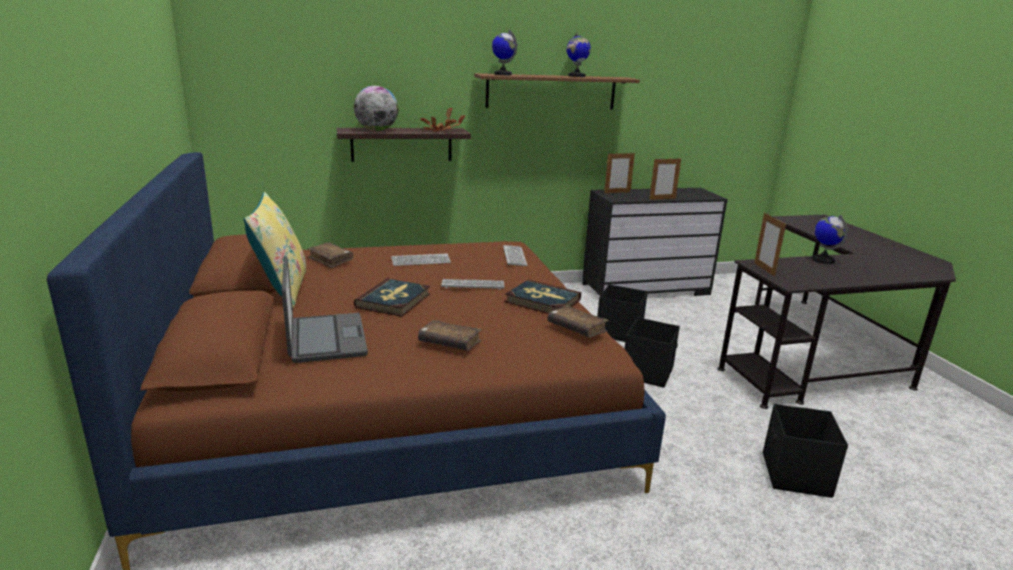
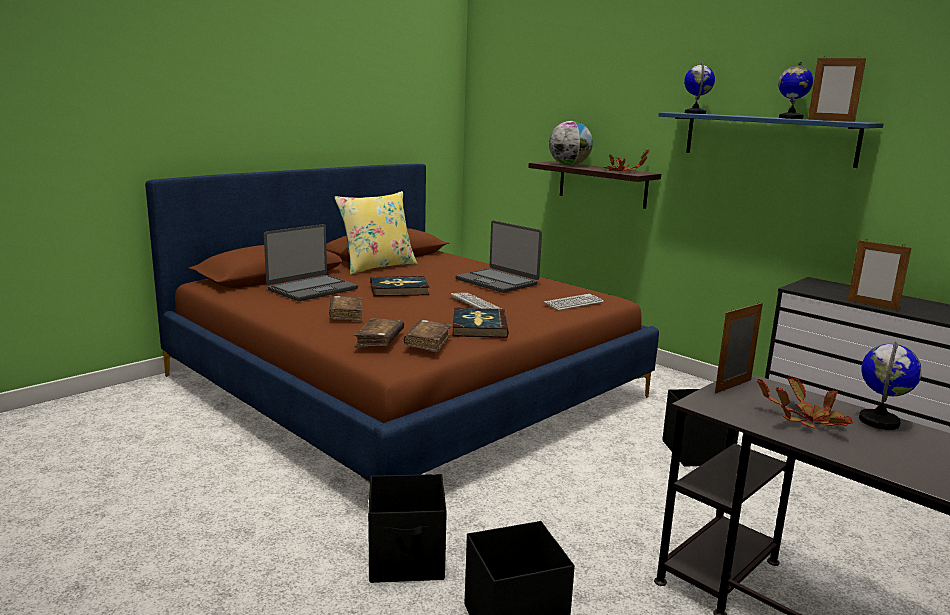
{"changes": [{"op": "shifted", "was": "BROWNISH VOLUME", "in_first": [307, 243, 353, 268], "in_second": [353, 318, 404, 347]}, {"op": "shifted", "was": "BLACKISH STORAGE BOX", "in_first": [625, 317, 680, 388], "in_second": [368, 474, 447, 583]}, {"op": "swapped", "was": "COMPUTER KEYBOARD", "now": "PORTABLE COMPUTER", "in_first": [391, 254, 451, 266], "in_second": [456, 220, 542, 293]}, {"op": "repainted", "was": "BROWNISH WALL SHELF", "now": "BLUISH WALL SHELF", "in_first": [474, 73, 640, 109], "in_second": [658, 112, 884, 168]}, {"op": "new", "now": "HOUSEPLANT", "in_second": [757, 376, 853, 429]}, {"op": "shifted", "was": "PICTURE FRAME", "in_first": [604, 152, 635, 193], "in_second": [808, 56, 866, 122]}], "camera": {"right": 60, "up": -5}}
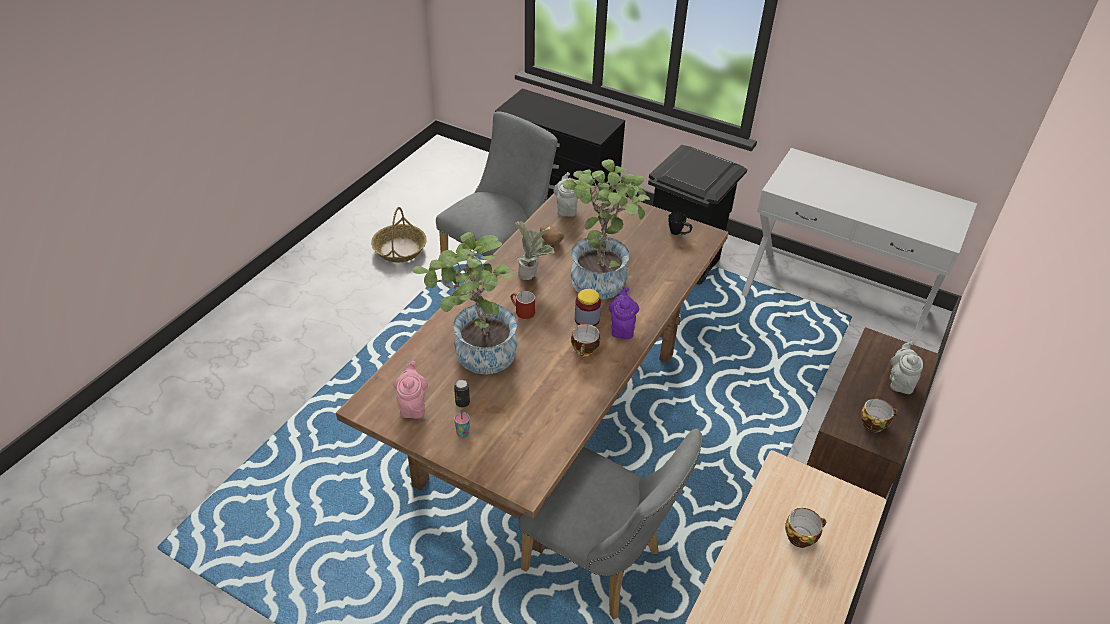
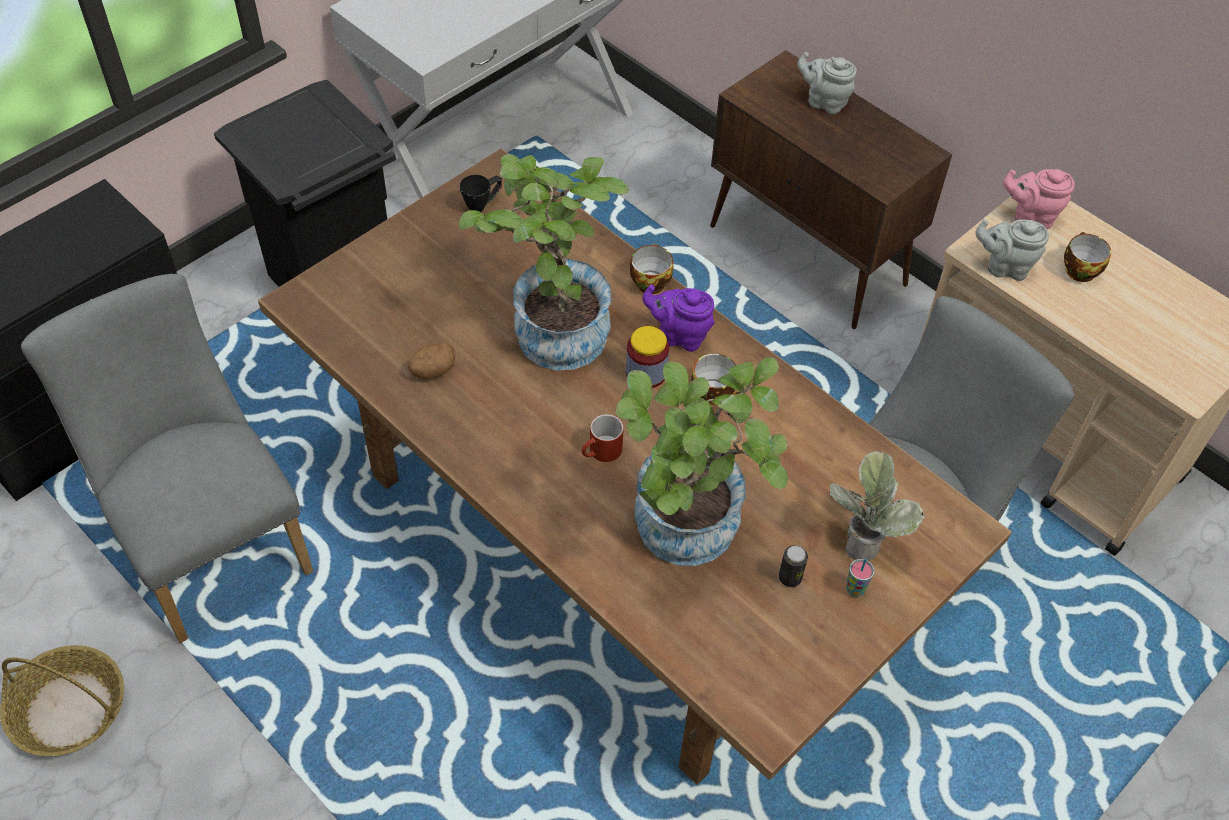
{"changes": [{"op": "shifted", "was": "CUP", "in_first": [861, 398, 898, 432], "in_second": [630, 244, 674, 294]}, {"op": "shifted", "was": "HOUSEPLANT", "in_first": [515, 221, 555, 280], "in_second": [829, 451, 925, 561]}, {"op": "shifted", "was": "GREYISH TEAPOT", "in_first": [553, 172, 578, 217], "in_second": [975, 219, 1049, 281]}, {"op": "shifted", "was": "PINKISH TEAPOT", "in_first": [394, 361, 428, 419], "in_second": [1003, 169, 1075, 229]}], "camera": {"right": -75, "up": 10}}
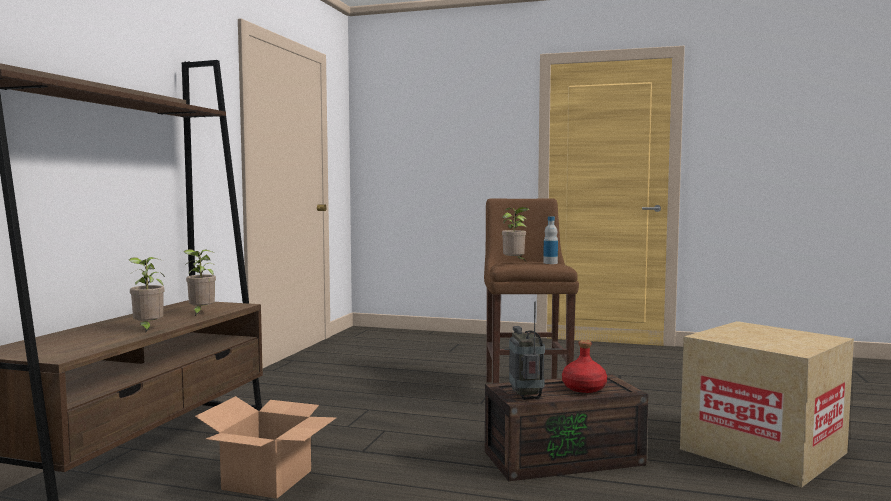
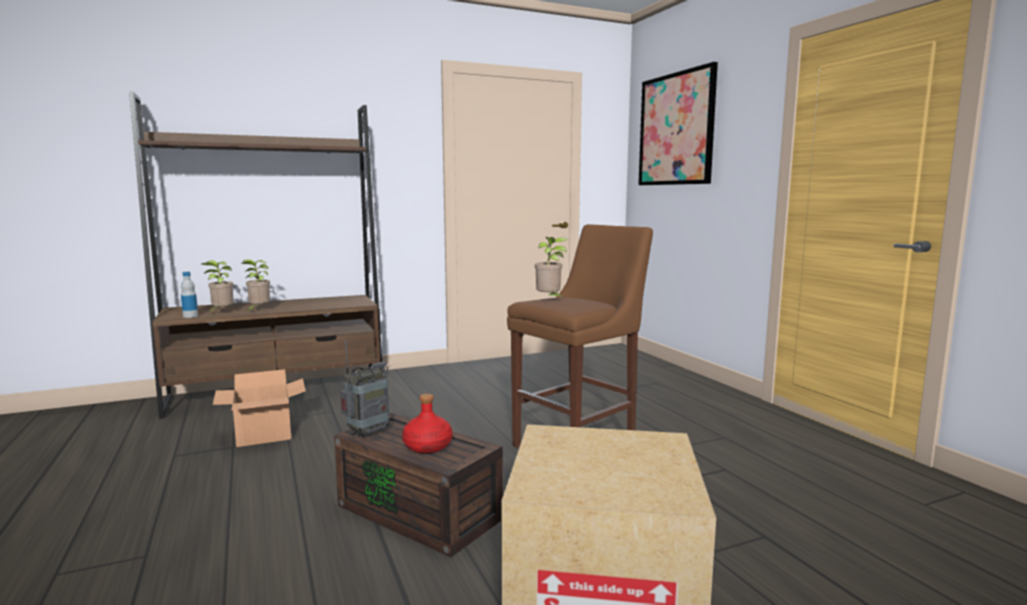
{"changes": [{"op": "shifted", "was": "DRINK BOTTLE", "in_first": [543, 216, 558, 264], "in_second": [181, 272, 198, 318]}, {"op": "shifted", "was": "HOUSEPLANT", "in_first": [184, 249, 216, 316], "in_second": [202, 261, 233, 312]}, {"op": "new", "now": "PICTURE", "in_second": [638, 62, 718, 185]}], "camera": {"right": 50, "up": 5}}
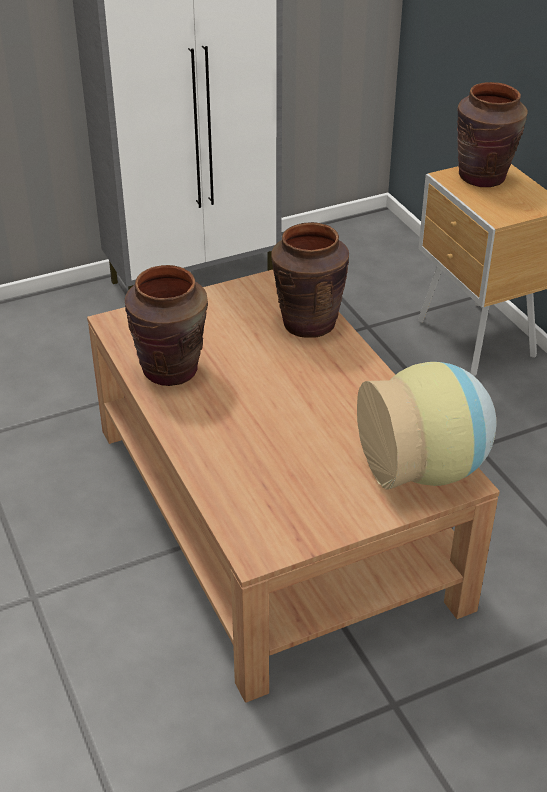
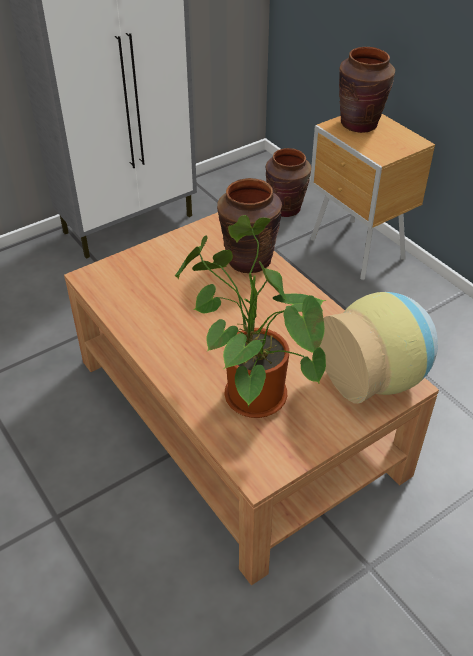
{"changes": [{"op": "new", "now": "HOUSEPLANT", "in_second": [175, 215, 326, 418]}, {"op": "shifted", "was": "BROWNISH VASE", "in_first": [125, 265, 208, 386], "in_second": [265, 148, 311, 217]}], "camera": {"right": -10, "up": 5}}
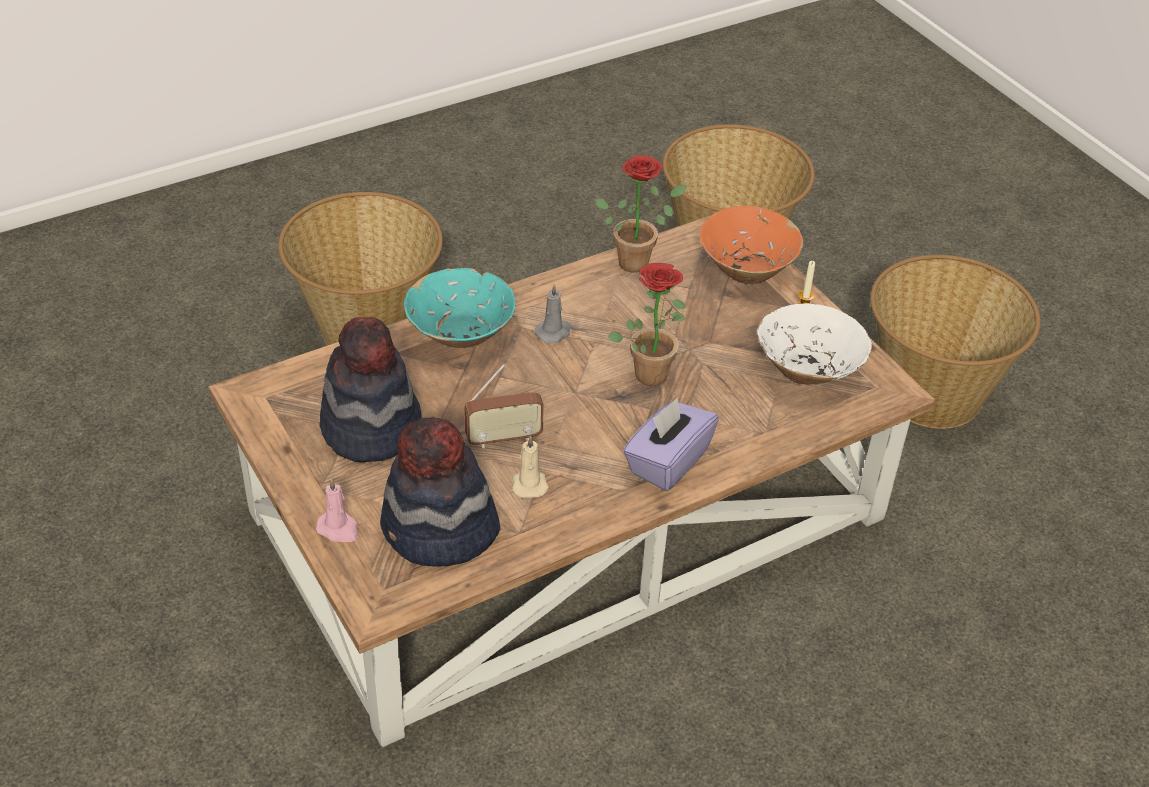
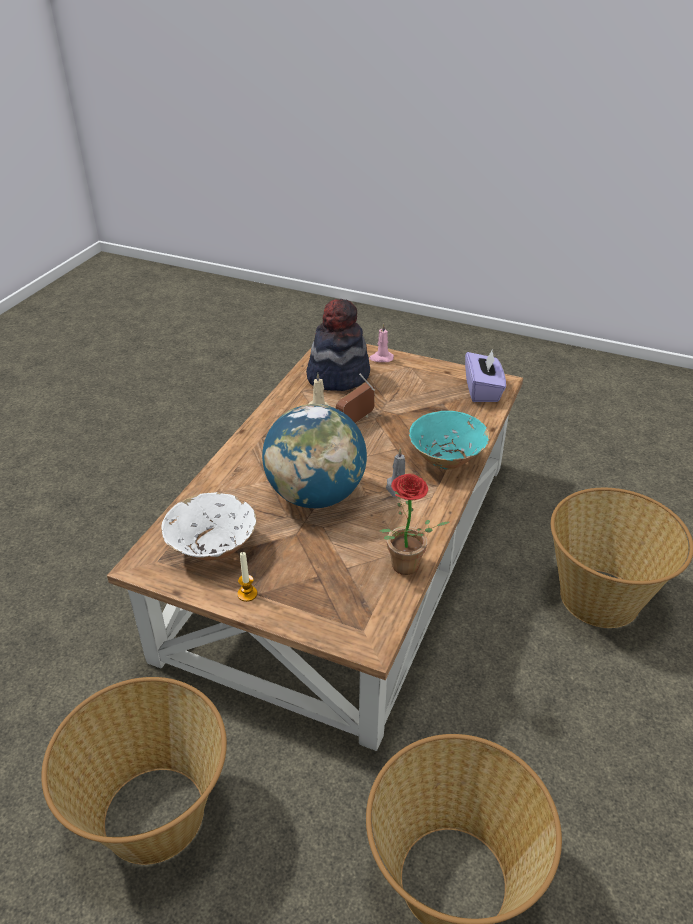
{"changes": [{"op": "swapped", "was": "HOUSEPLANT", "now": "WORLD GLOBE", "in_first": [608, 263, 686, 386], "in_second": [262, 404, 367, 508]}, {"op": "shifted", "was": "PURPLISH TISSUE BOX", "in_first": [623, 397, 719, 491], "in_second": [465, 348, 506, 402]}, {"op": "gone", "was": "HAT", "in_first": [320, 317, 422, 462]}, {"op": "gone", "was": "ORANGE SERVING BOWL", "in_first": [699, 206, 803, 284]}], "camera": {"right": 145, "up": -5}}
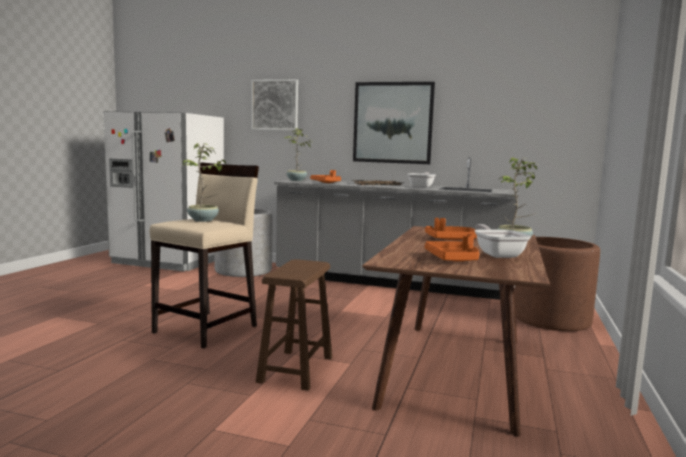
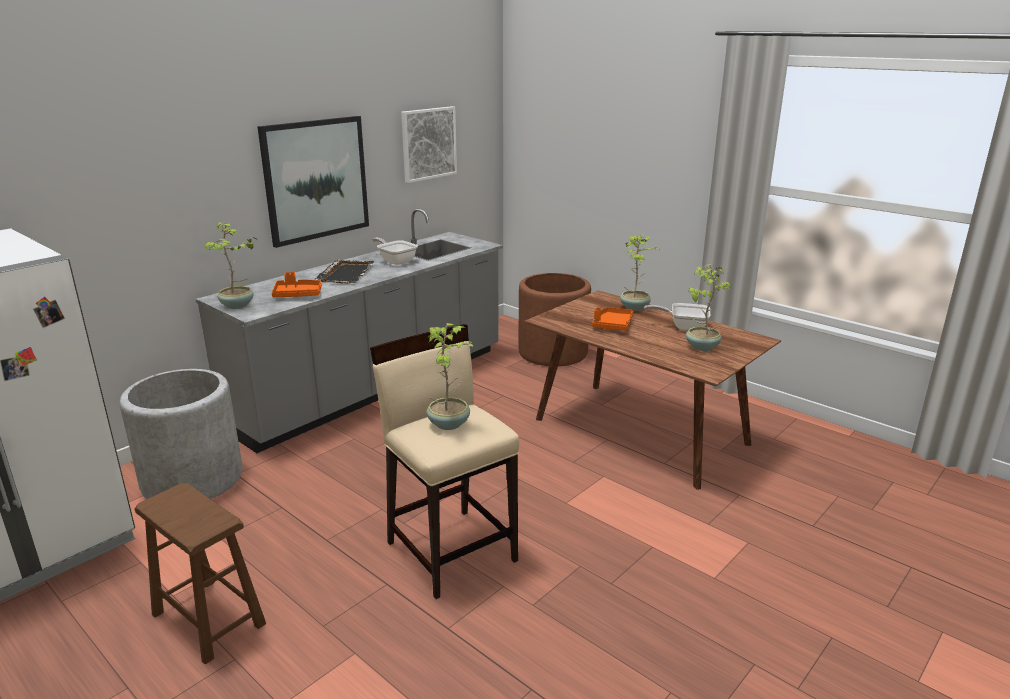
{"changes": [{"op": "shifted", "was": "BROWNISH STOOL", "in_first": [255, 259, 332, 391], "in_second": [135, 483, 266, 664]}, {"op": "shifted", "was": "PICTURE", "in_first": [251, 79, 298, 131], "in_second": [401, 106, 457, 183]}, {"op": "swapped", "was": "ORANGE TRAY", "now": "HOUSEPLANT", "in_first": [425, 233, 479, 262], "in_second": [686, 264, 731, 351]}], "camera": {"right": -65, "up": 15}}
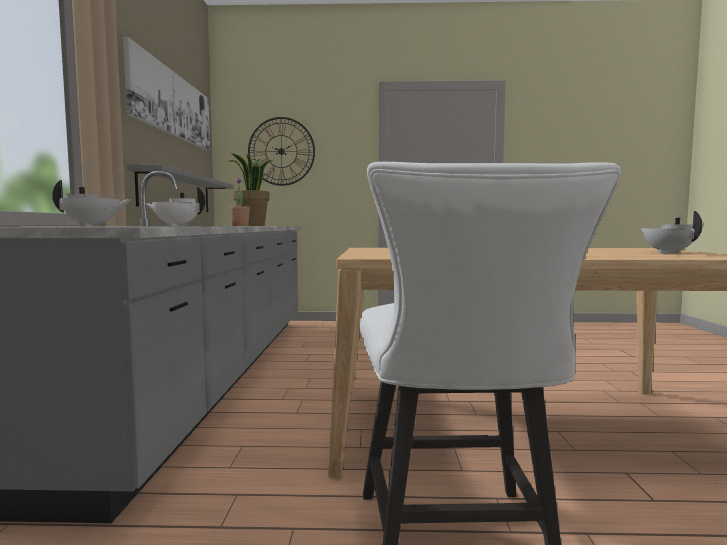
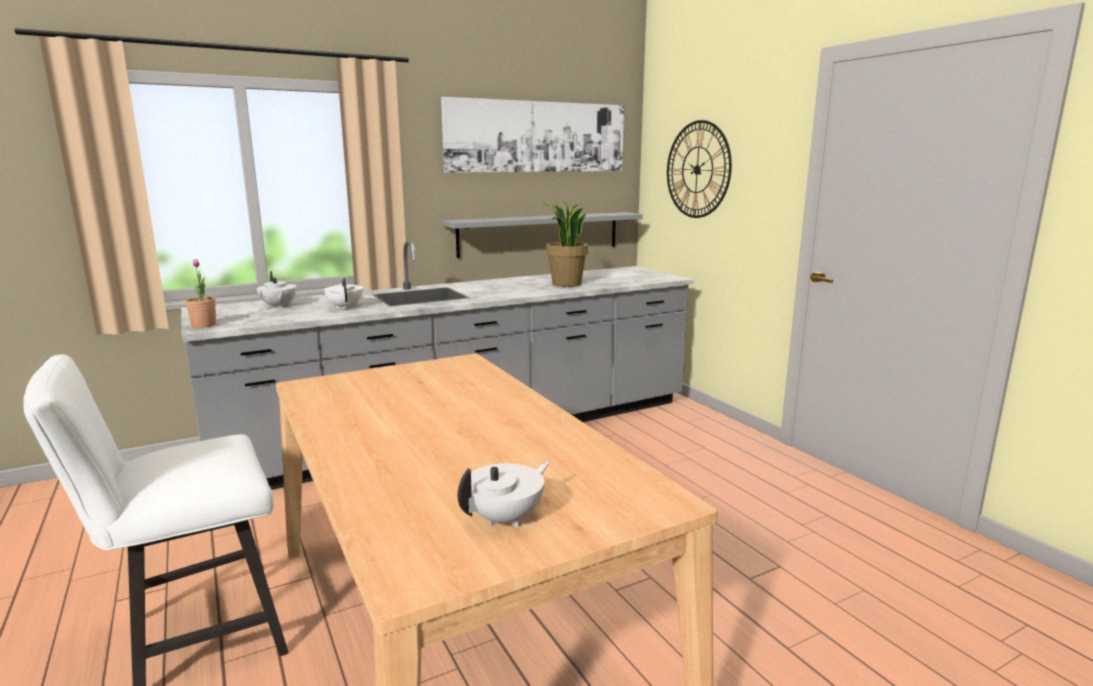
{"changes": [{"op": "shifted", "was": "HOUSEPLANT", "in_first": [230, 178, 250, 226], "in_second": [185, 259, 216, 328]}], "camera": {"right": 60, "up": 10}}
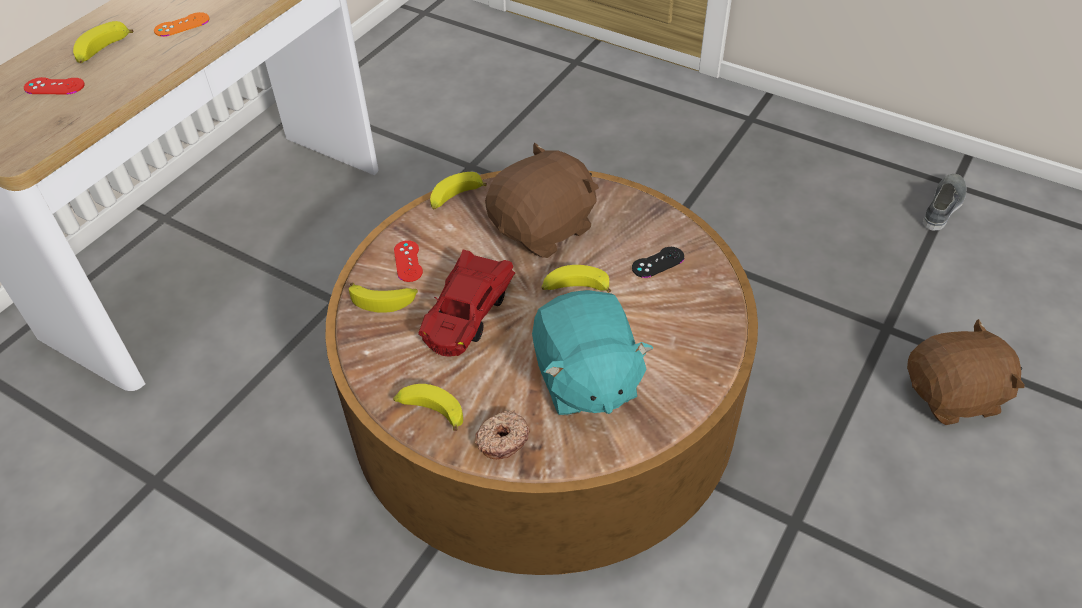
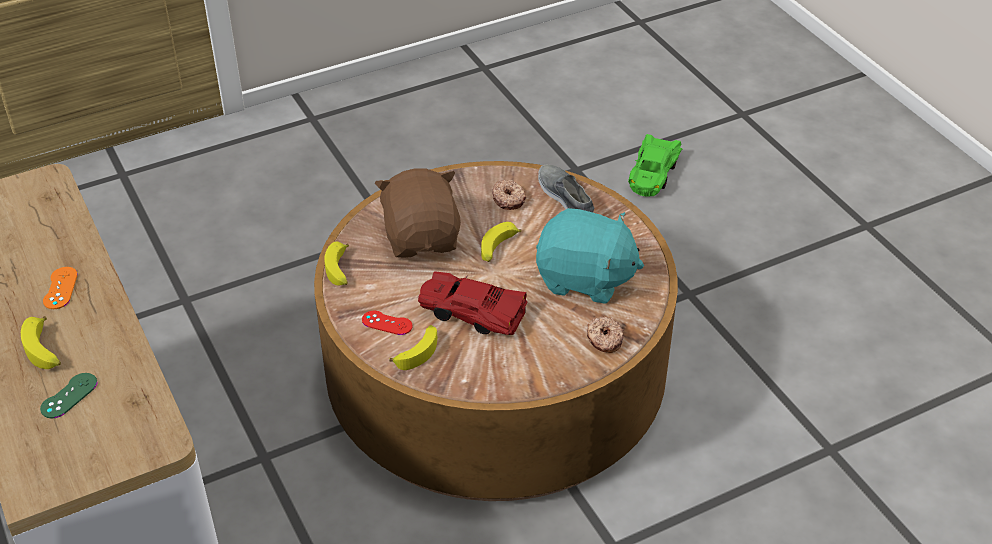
{"changes": [{"op": "repainted", "was": "RED GAME CONTROLLER", "now": "GREEN-COLOURED GAME CONTROLLER", "in_first": [24, 77, 84, 94], "in_second": [40, 373, 98, 418]}, {"op": "rotated", "was": "RED MINIATURE CAR", "in_first": [418, 250, 515, 356], "in_second": [418, 271, 527, 335], "clockwise": 150}, {"op": "swapped", "was": "BLACKISH GAME CONTROLLER", "now": "DOUGHNUT", "in_first": [632, 247, 684, 278], "in_second": [492, 180, 526, 210]}, {"op": "shifted", "was": "GREYISH ITEM OF FOOTWEAR", "in_first": [923, 174, 966, 230], "in_second": [538, 164, 594, 213]}, {"op": "swapped", "was": "BROWNISH CUDDLY TOY", "now": "GREEN-COLOURED MINIATURE CAR", "in_first": [907, 319, 1025, 425], "in_second": [628, 134, 682, 197]}, {"op": "gone", "was": "BANANA FRUIT", "in_first": [393, 384, 463, 431]}], "camera": {"right": -60, "up": -5}}
